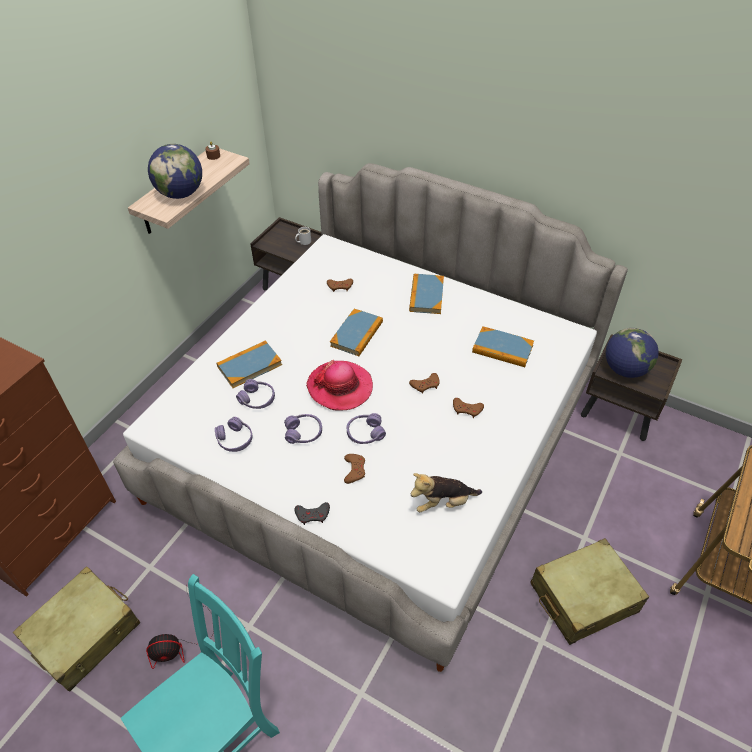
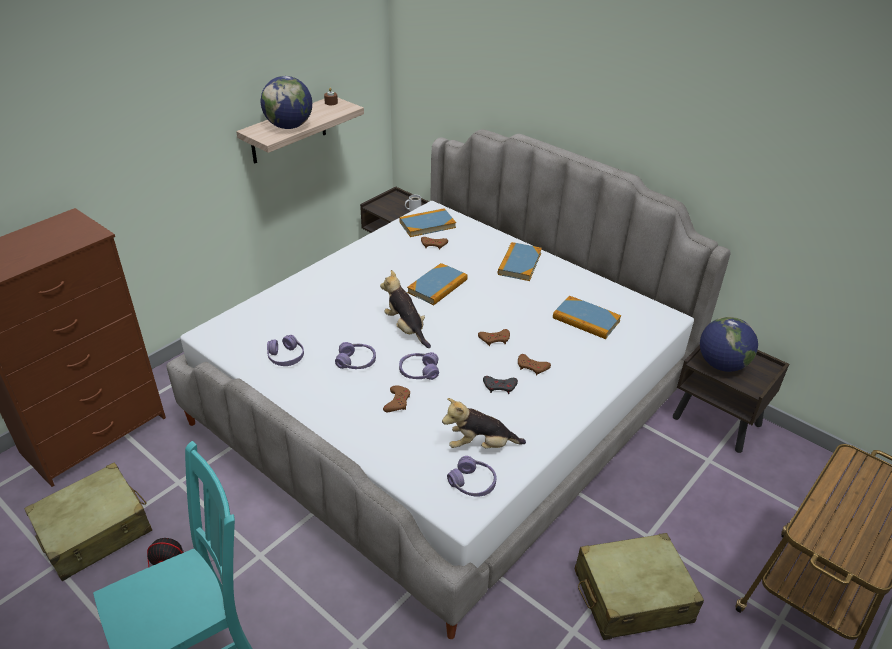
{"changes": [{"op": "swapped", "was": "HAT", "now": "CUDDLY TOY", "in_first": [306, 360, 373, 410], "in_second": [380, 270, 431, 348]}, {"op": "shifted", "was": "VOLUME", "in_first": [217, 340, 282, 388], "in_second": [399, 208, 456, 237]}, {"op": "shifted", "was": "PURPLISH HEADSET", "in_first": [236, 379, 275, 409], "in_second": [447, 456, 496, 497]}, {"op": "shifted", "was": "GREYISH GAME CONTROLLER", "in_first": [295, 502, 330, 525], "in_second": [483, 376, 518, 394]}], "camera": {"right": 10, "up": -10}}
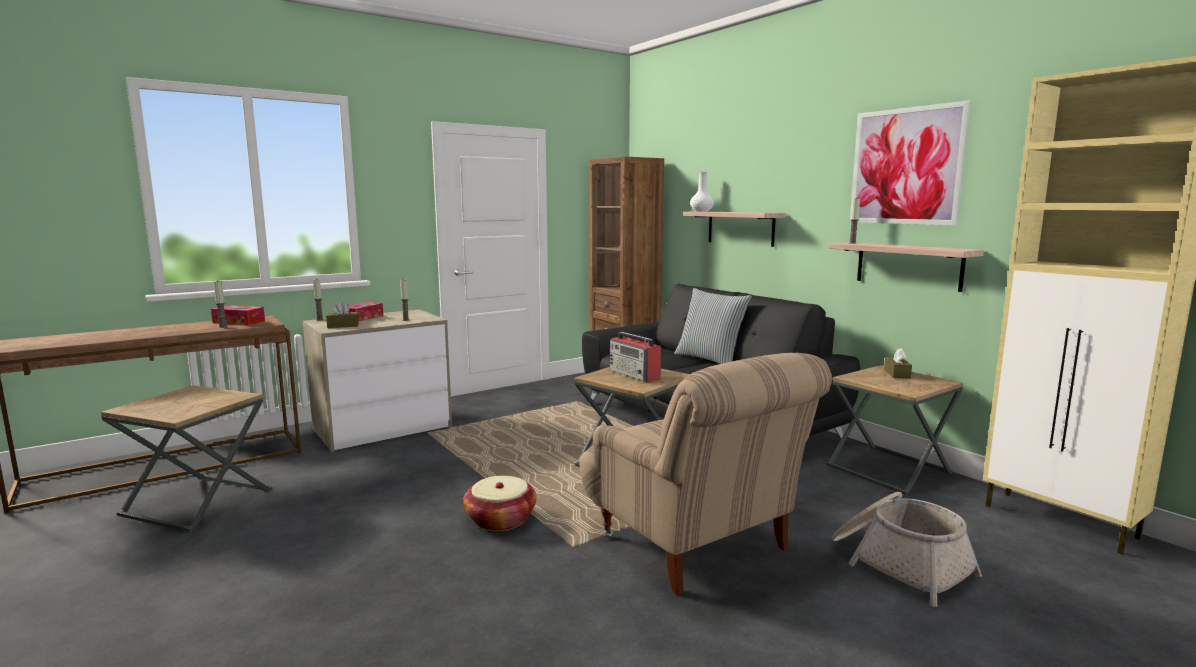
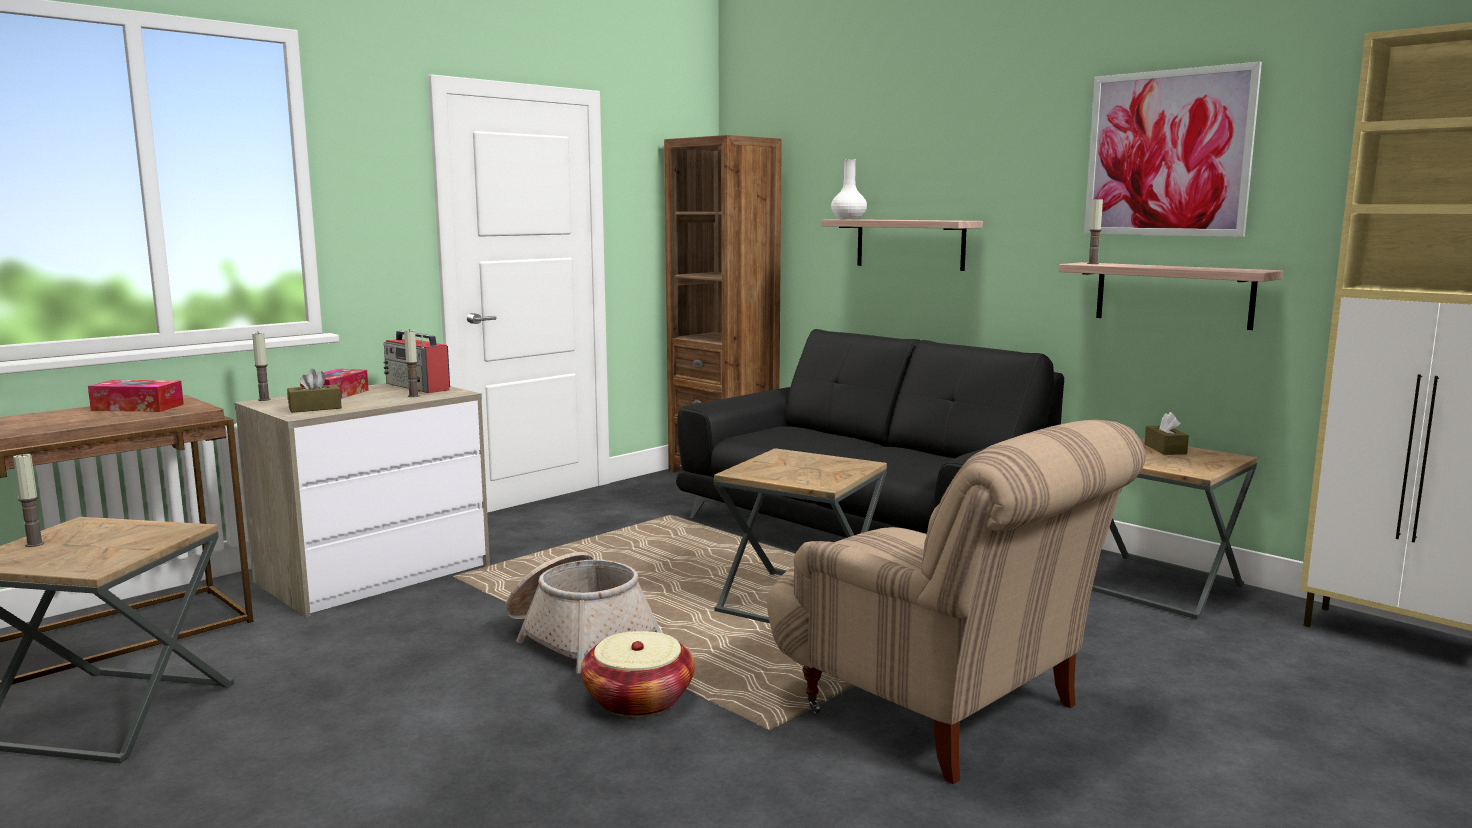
{"changes": [{"op": "shifted", "was": "WAX CANDLE", "in_first": [213, 280, 228, 328], "in_second": [13, 453, 44, 547]}, {"op": "shifted", "was": "RADIO SET", "in_first": [609, 332, 661, 382], "in_second": [384, 331, 450, 393]}, {"op": "shifted", "was": "STORAGE BASKET", "in_first": [832, 492, 982, 607], "in_second": [505, 552, 662, 674]}, {"op": "gone", "was": "PILLOW", "in_first": [674, 288, 752, 364]}], "camera": {"right": -10, "up": 0}}
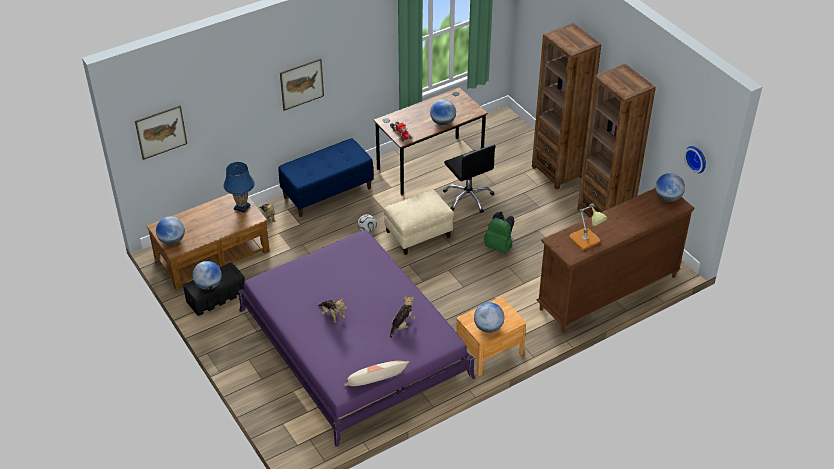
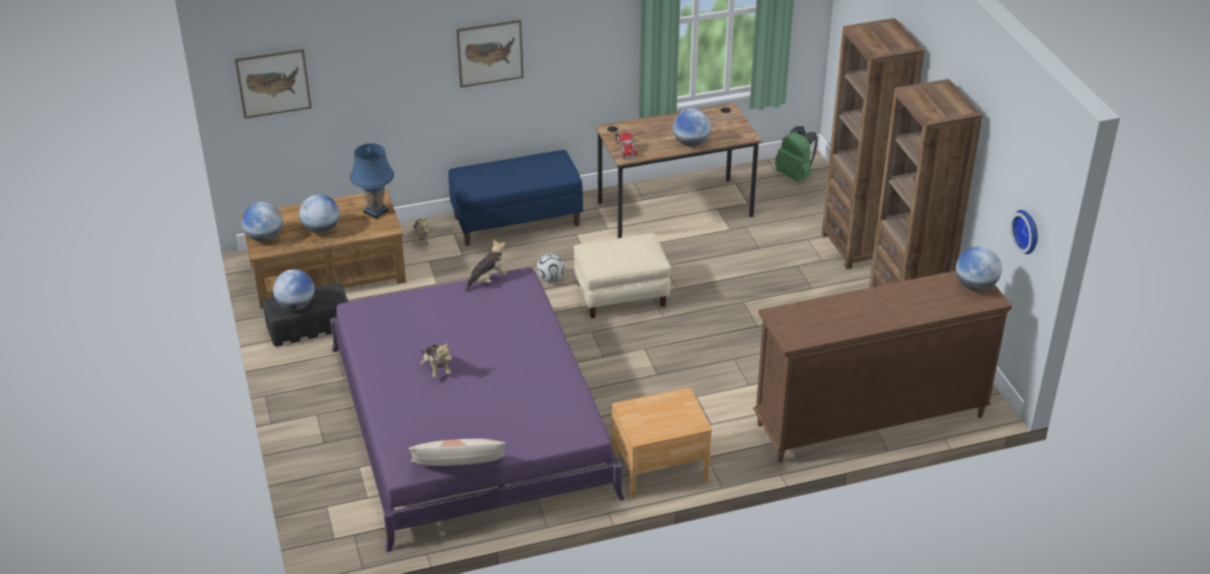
{"changes": [{"op": "shifted", "was": "WORLD GLOBE", "in_first": [474, 302, 504, 333], "in_second": [299, 194, 340, 234]}, {"op": "shifted", "was": "CUDDLY TOY", "in_first": [390, 296, 416, 338], "in_second": [465, 239, 507, 292]}, {"op": "shifted", "was": "GREEN-COLOURED KNAPSACK", "in_first": [484, 211, 515, 253], "in_second": [775, 126, 818, 181]}, {"op": "gone", "was": "BLACKISH DESK CHAIR", "in_first": [443, 145, 496, 213]}, {"op": "gone", "was": "TABLETOP LAMP", "in_first": [569, 204, 607, 250]}], "camera": {"right": 15, "up": -5}}
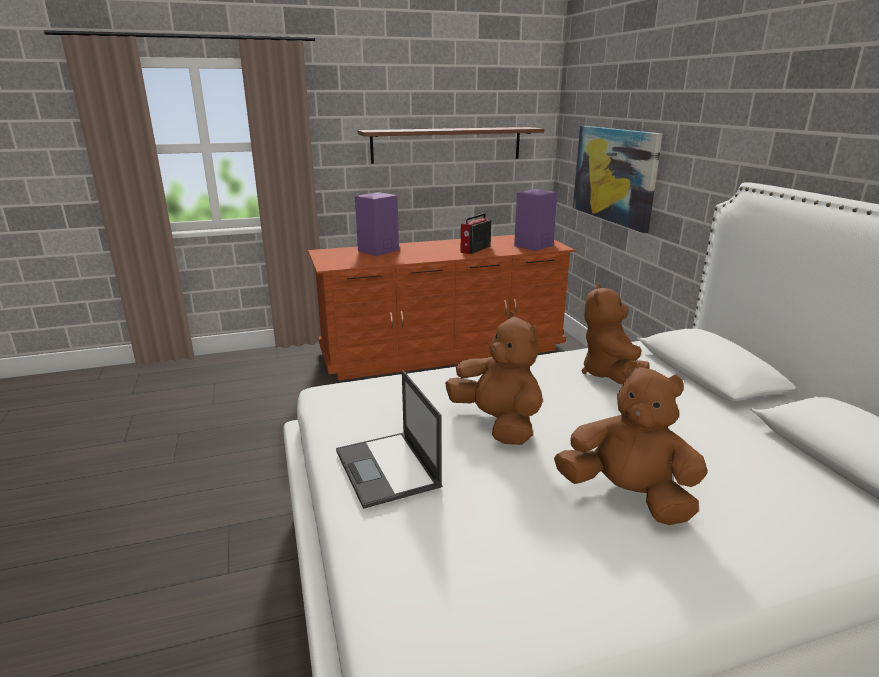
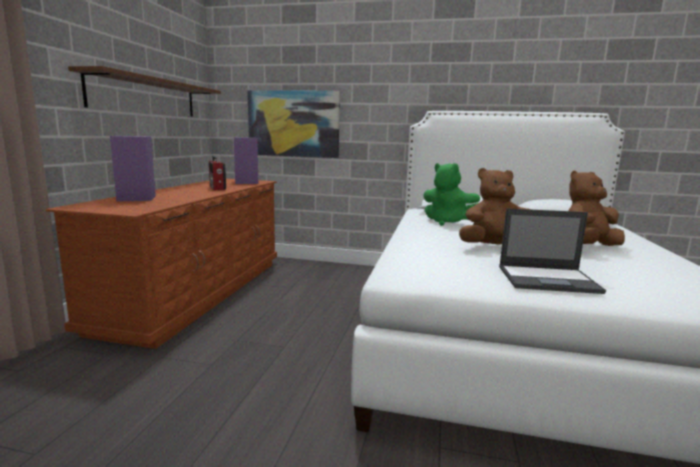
{"changes": [{"op": "repainted", "was": "BROWNISH CUDDLY TOY", "now": "GREEN-COLOURED CUDDLY TOY", "in_first": [582, 283, 650, 384], "in_second": [423, 163, 480, 226]}], "camera": {"right": -60, "up": -10}}
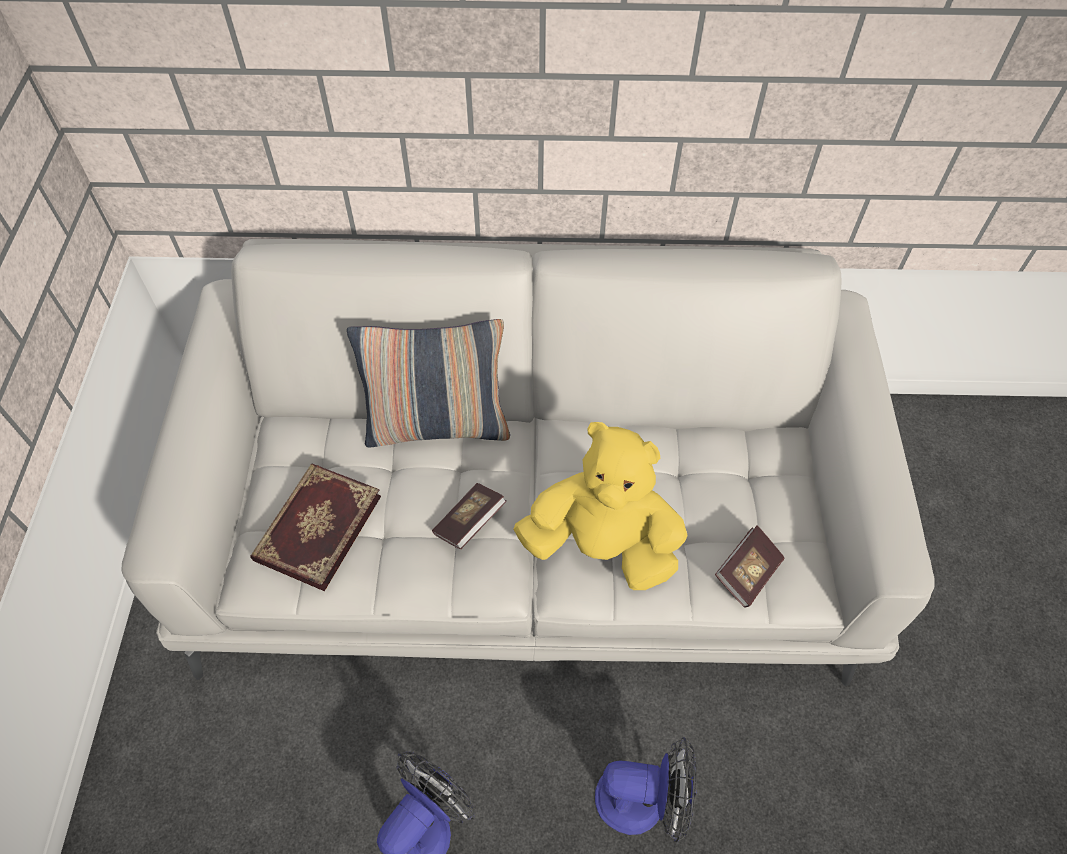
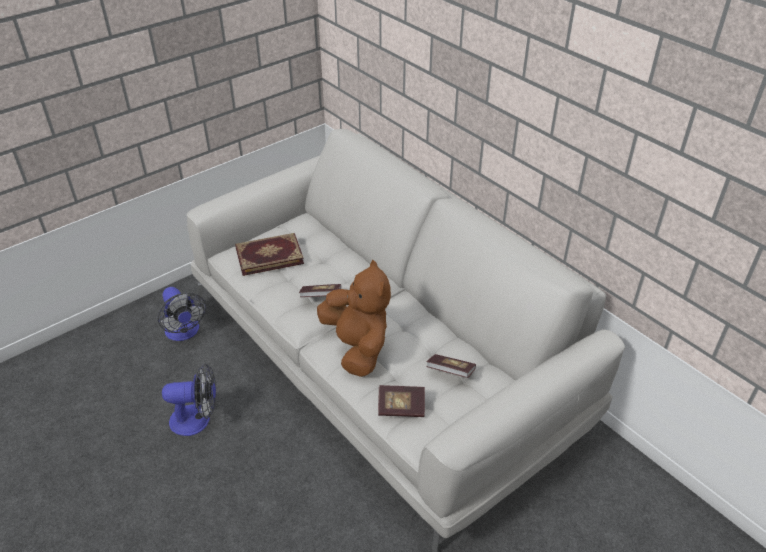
{"changes": [{"op": "shifted", "was": "ELECTRIC FAN", "in_first": [595, 737, 697, 843], "in_second": [158, 287, 206, 341]}, {"op": "repainted", "was": "YELLOW-COLOURED CUDDLY TOY", "now": "BROWNISH CUDDLY TOY", "in_first": [513, 422, 688, 590], "in_second": [317, 260, 391, 377]}, {"op": "new", "now": "VOLUME", "in_second": [426, 354, 476, 378]}, {"op": "gone", "was": "PILLOW", "in_first": [347, 319, 510, 447]}], "camera": {"right": 50, "up": -15}}
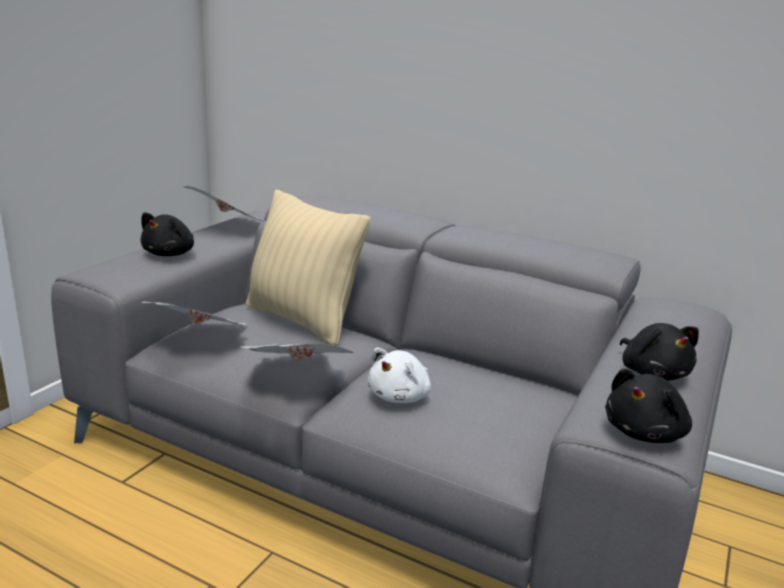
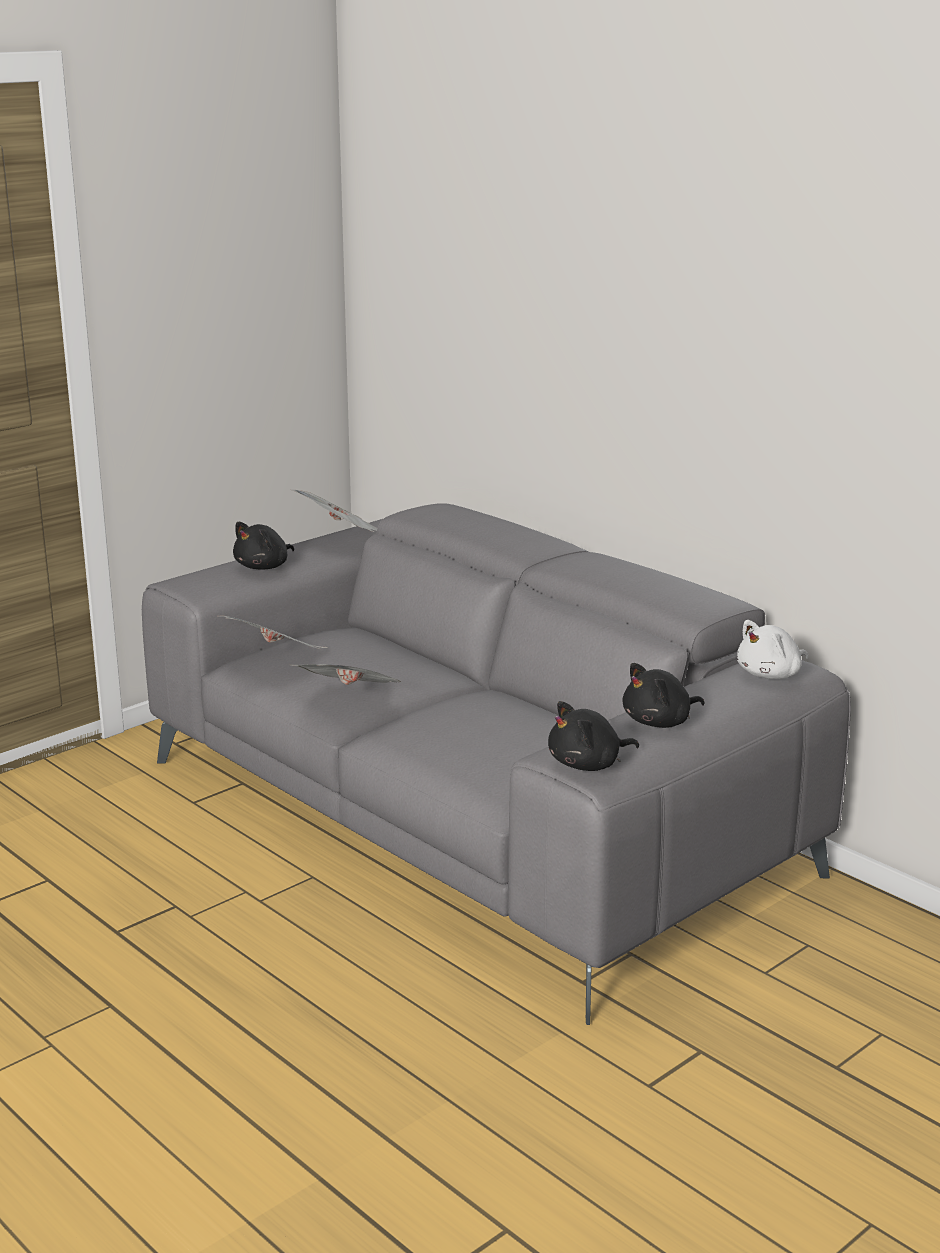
{"changes": [{"op": "rotated", "was": "BLACKISH CUDDLY TOY", "in_first": [620, 323, 699, 381], "in_second": [623, 663, 705, 728], "clockwise": 60}, {"op": "shifted", "was": "WHITISH CUDDLY TOY", "in_first": [368, 347, 431, 403], "in_second": [737, 620, 808, 679]}, {"op": "gone", "was": "SAND-COLOURED PILLOW", "in_first": [246, 189, 371, 346]}], "camera": {"right": 20, "up": 0}}
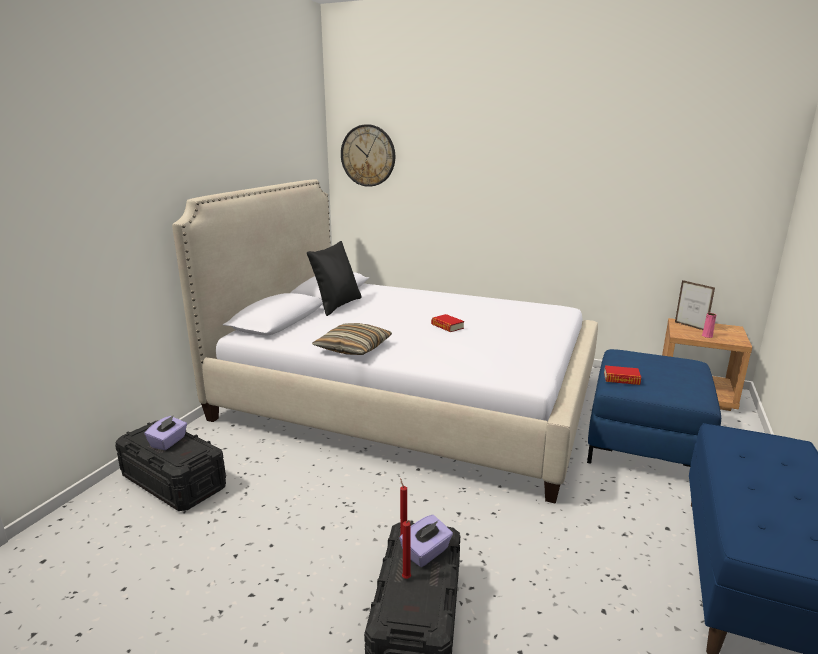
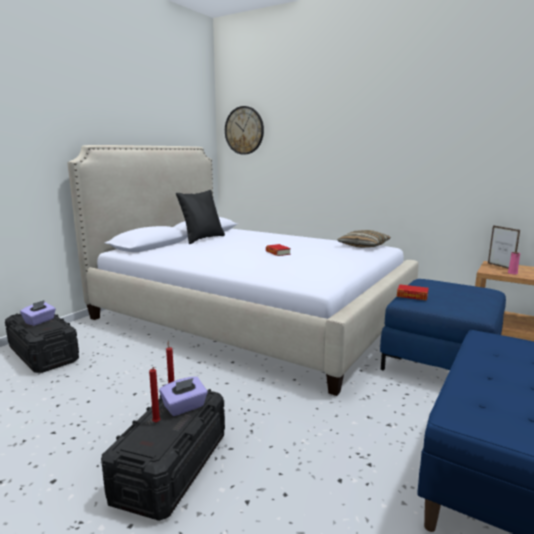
{"changes": [{"op": "shifted", "was": "PILLOW", "in_first": [312, 323, 392, 355], "in_second": [337, 230, 391, 248]}], "camera": {"right": 10, "up": -5}}
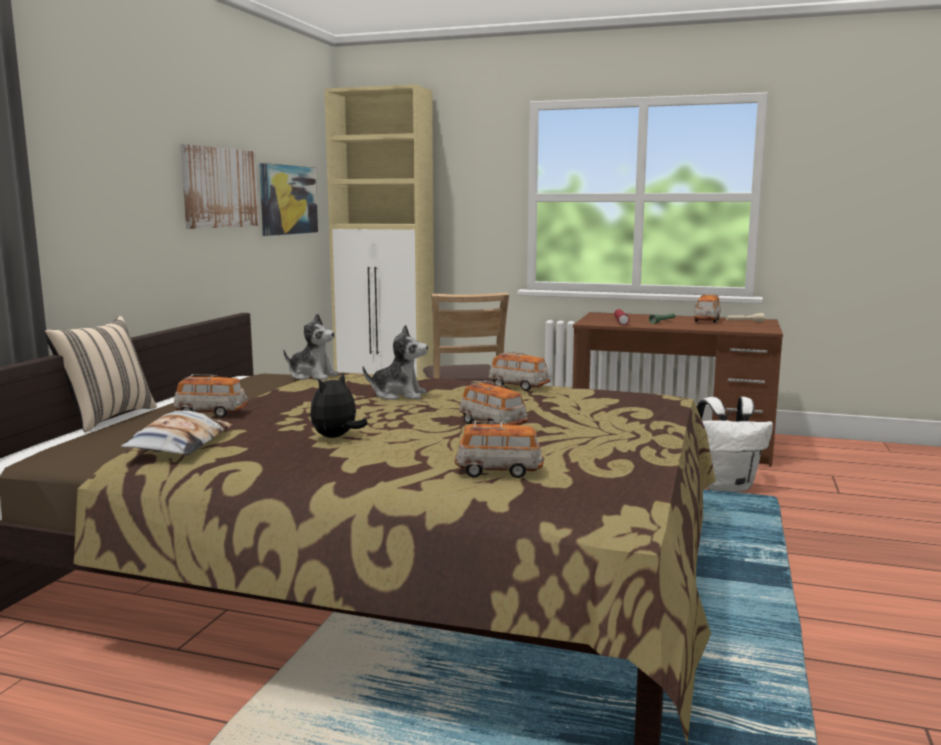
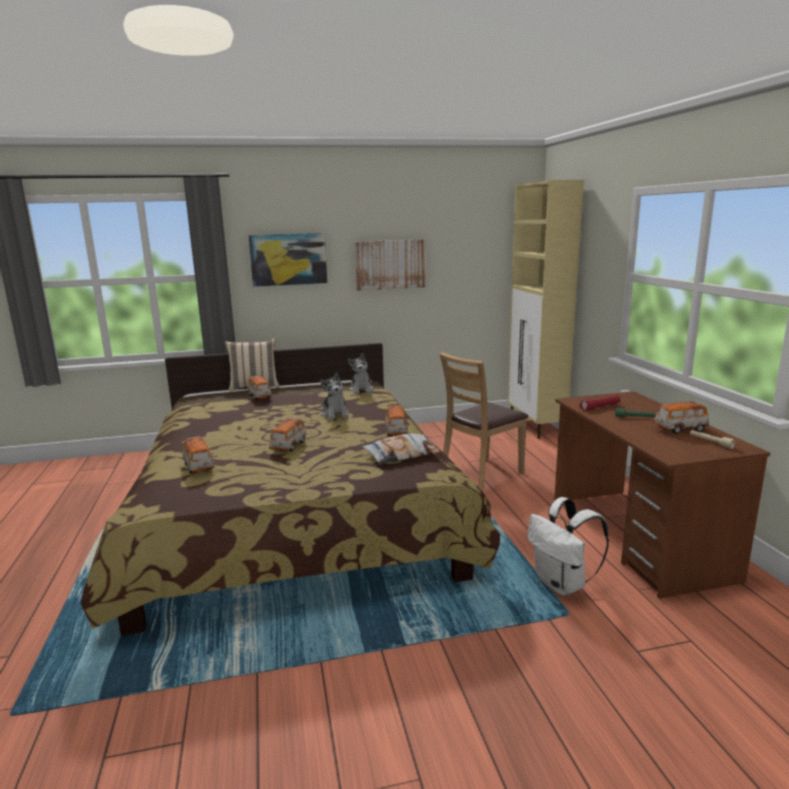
{"changes": [{"op": "shifted", "was": "PICTURE", "in_first": [259, 163, 318, 236], "in_second": [248, 233, 327, 287]}, {"op": "shifted", "was": "PILLOW", "in_first": [121, 411, 232, 455], "in_second": [362, 434, 441, 464]}, {"op": "gone", "was": "CUDDLY TOY", "in_first": [310, 373, 368, 438]}], "camera": {"right": 60, "up": 5}}
